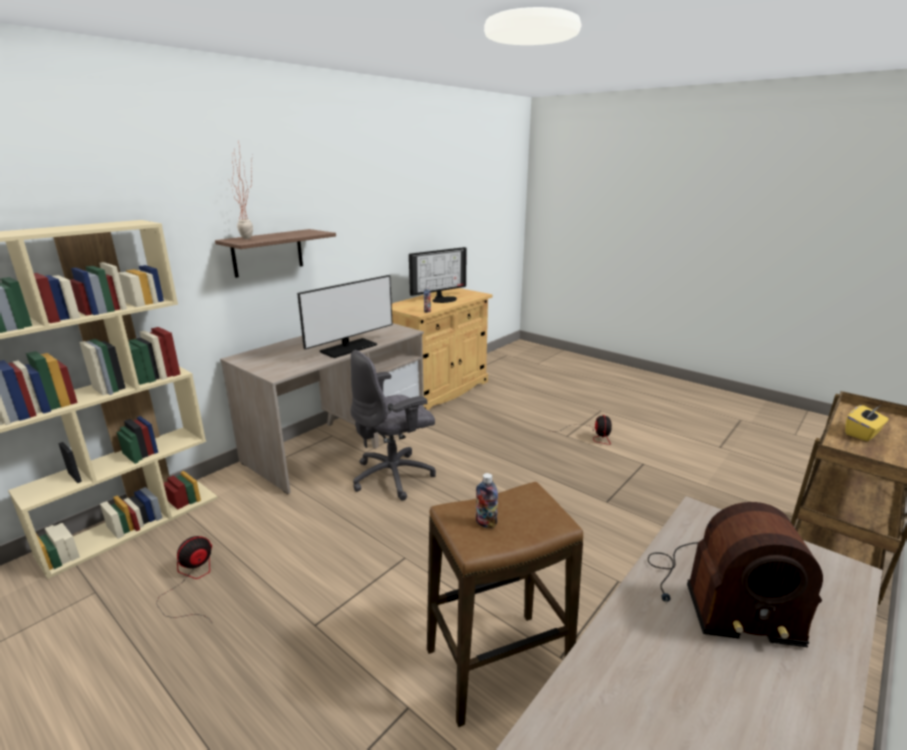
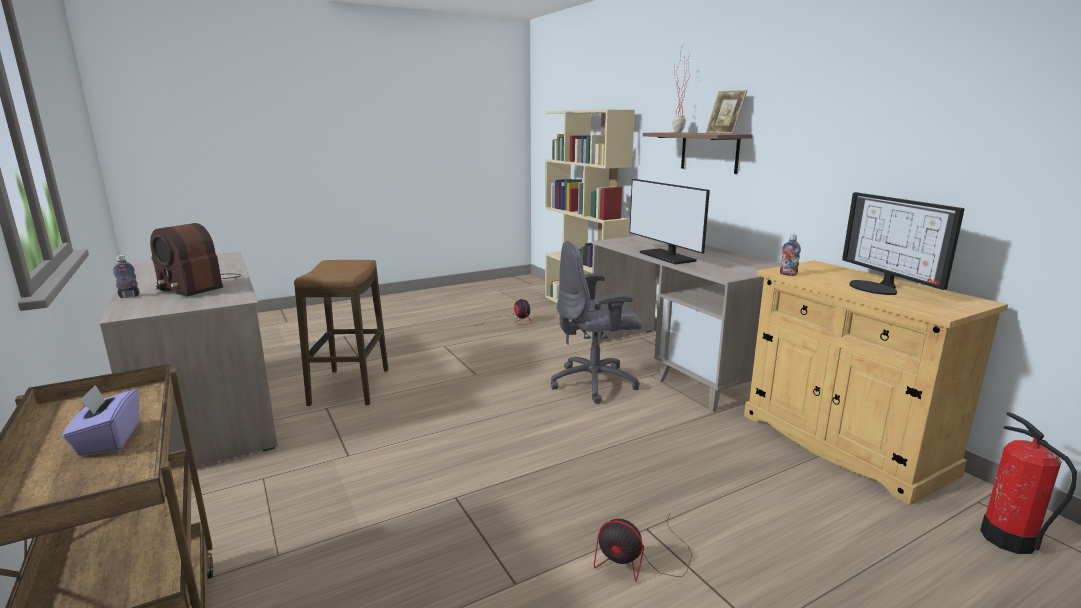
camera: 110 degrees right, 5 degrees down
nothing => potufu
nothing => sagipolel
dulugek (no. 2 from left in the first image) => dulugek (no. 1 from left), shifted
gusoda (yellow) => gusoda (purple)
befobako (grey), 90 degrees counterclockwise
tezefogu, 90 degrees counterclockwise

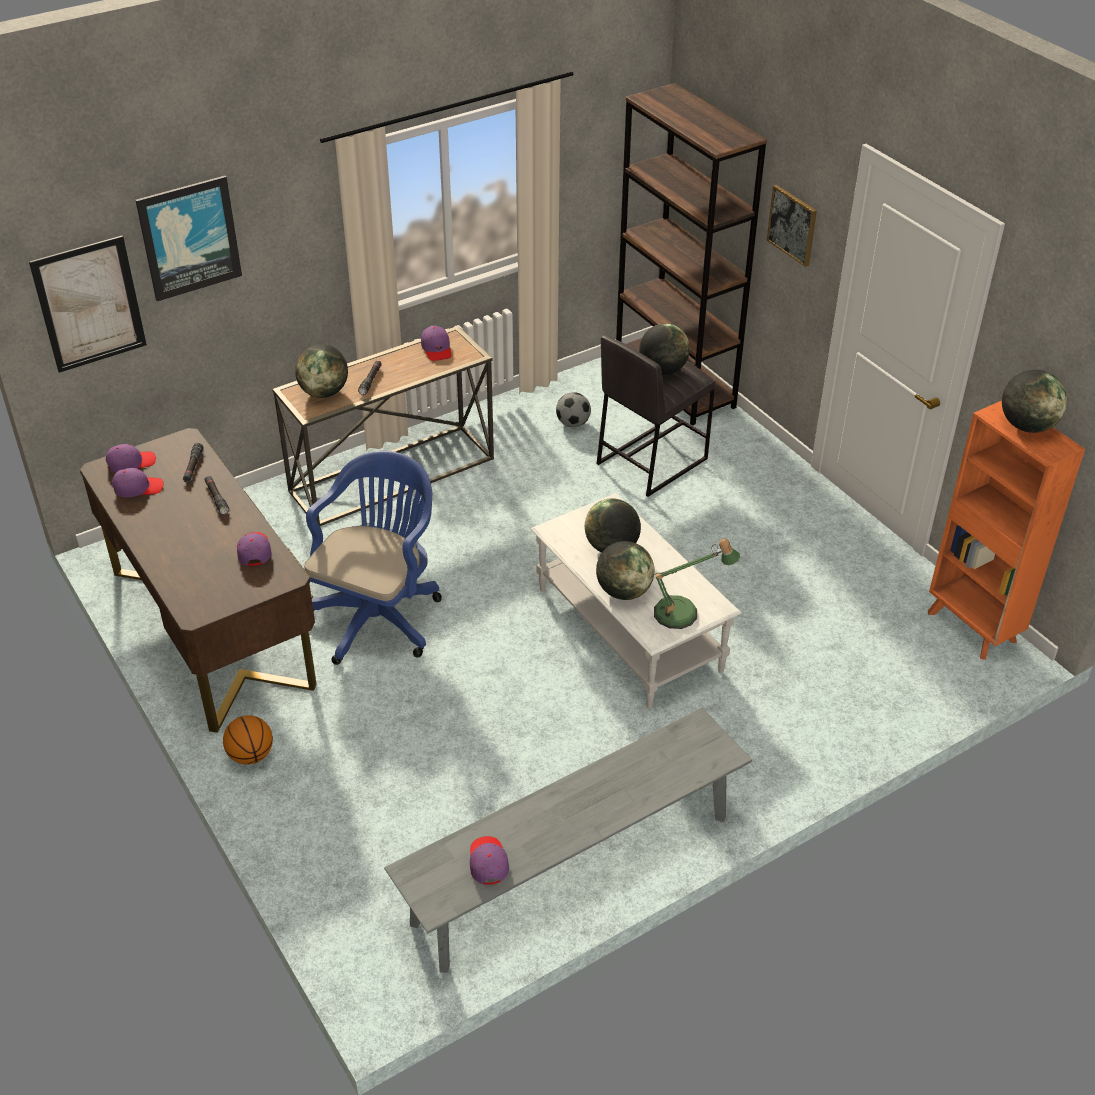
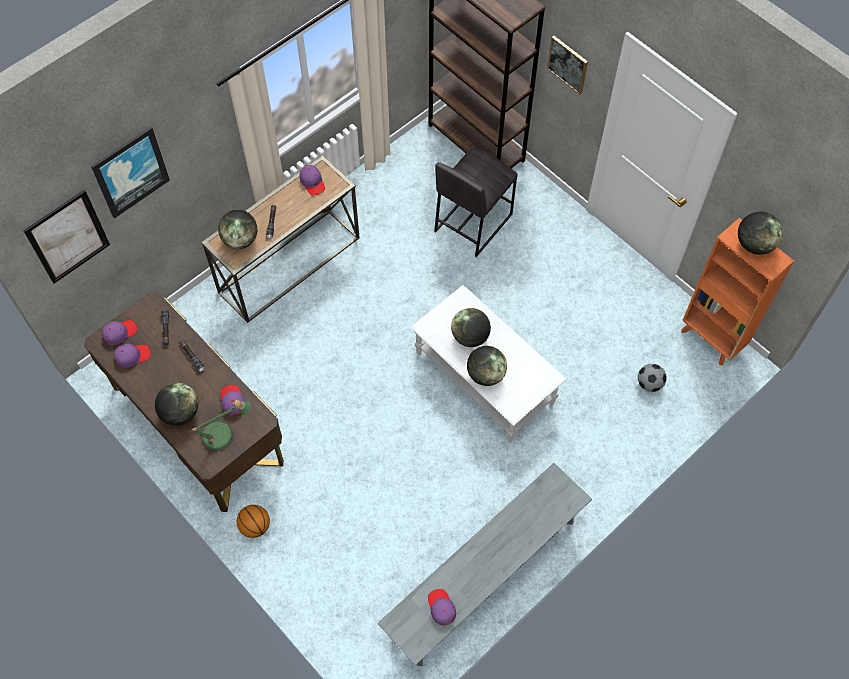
camera: 10 degrees left, 20 degrees up
befobako (blue) => nothing
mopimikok, shifted
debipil (no. 4 from left in the first image) => debipil (no. 1 from left), shifted
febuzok, shifted

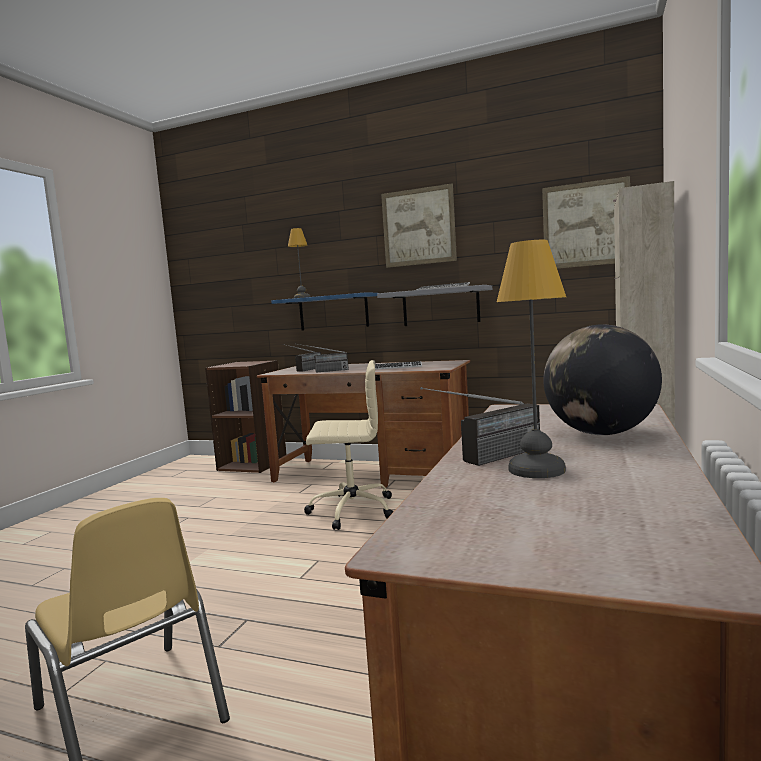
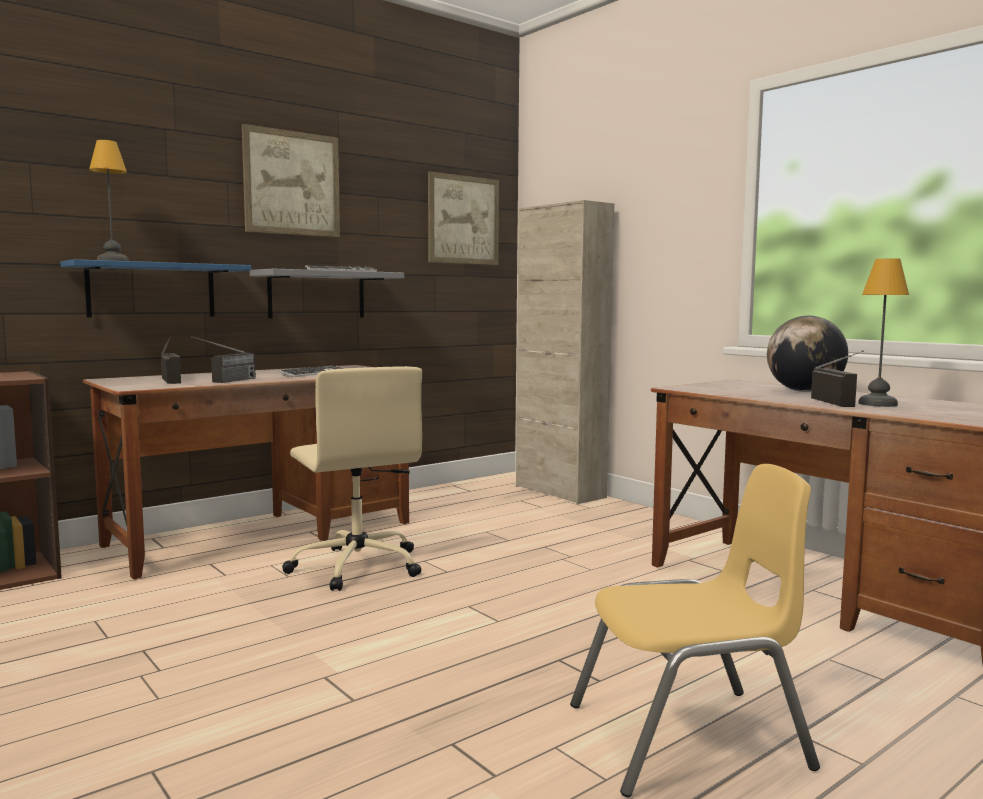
camera: 60 degrees left, 0 degrees up
befobako (beige), 120 degrees clockwise

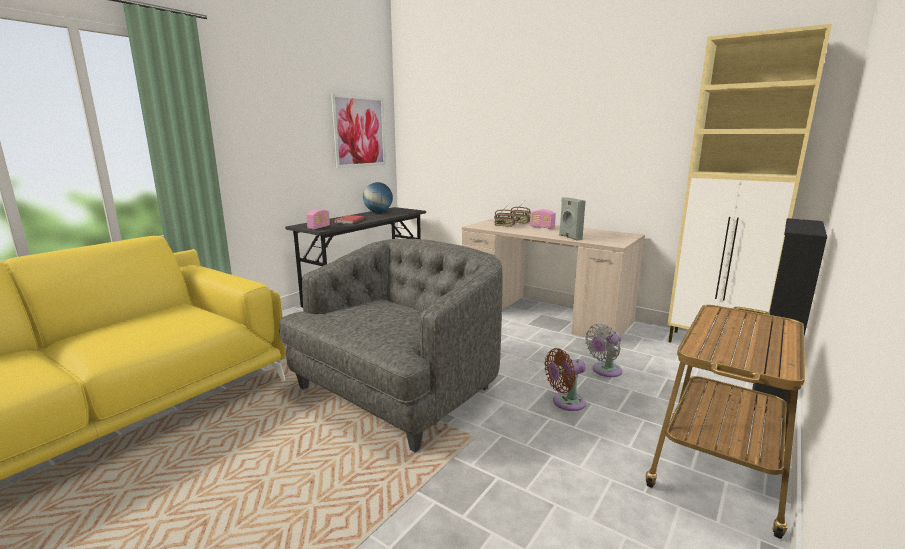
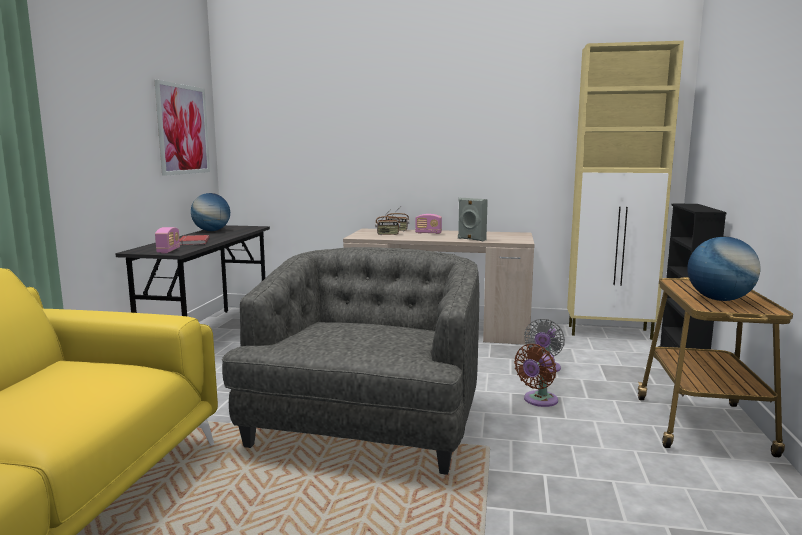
camera: 25 degrees left, 5 degrees down
nothing => debipil (no. 2 from left)

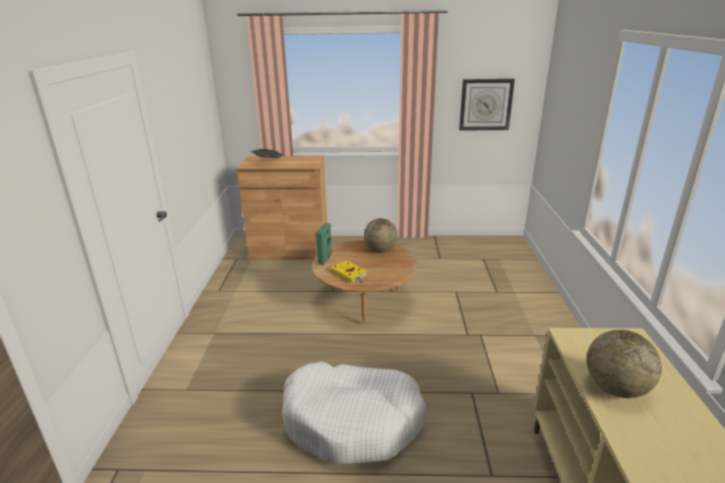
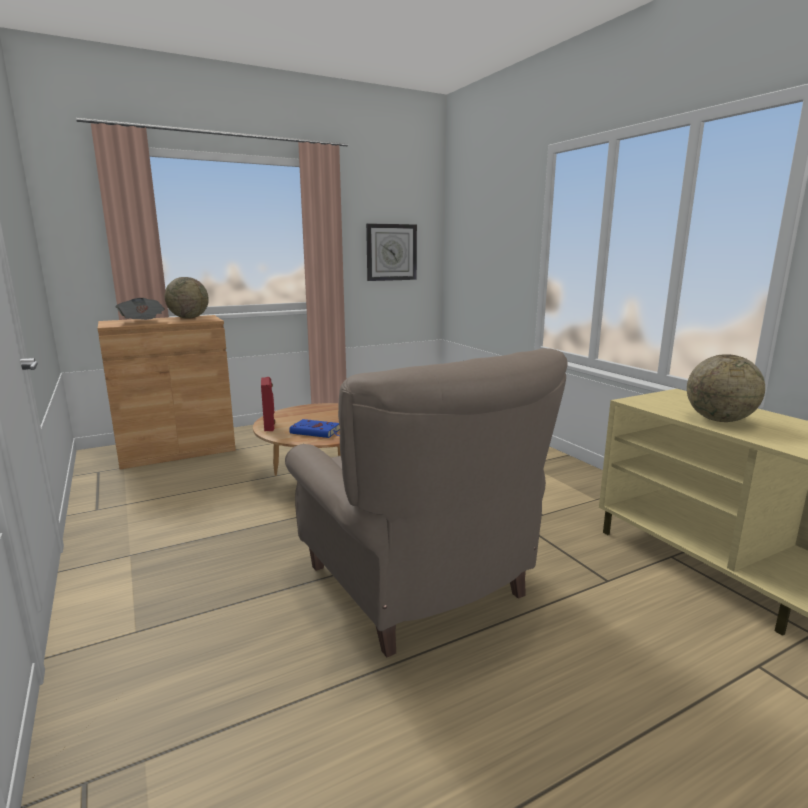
camera: 30 degrees left, 10 degrees down
debipil (no. 1 from left), shifted
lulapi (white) => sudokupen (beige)
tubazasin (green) => tubazasin (red)
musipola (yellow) => musipola (blue)

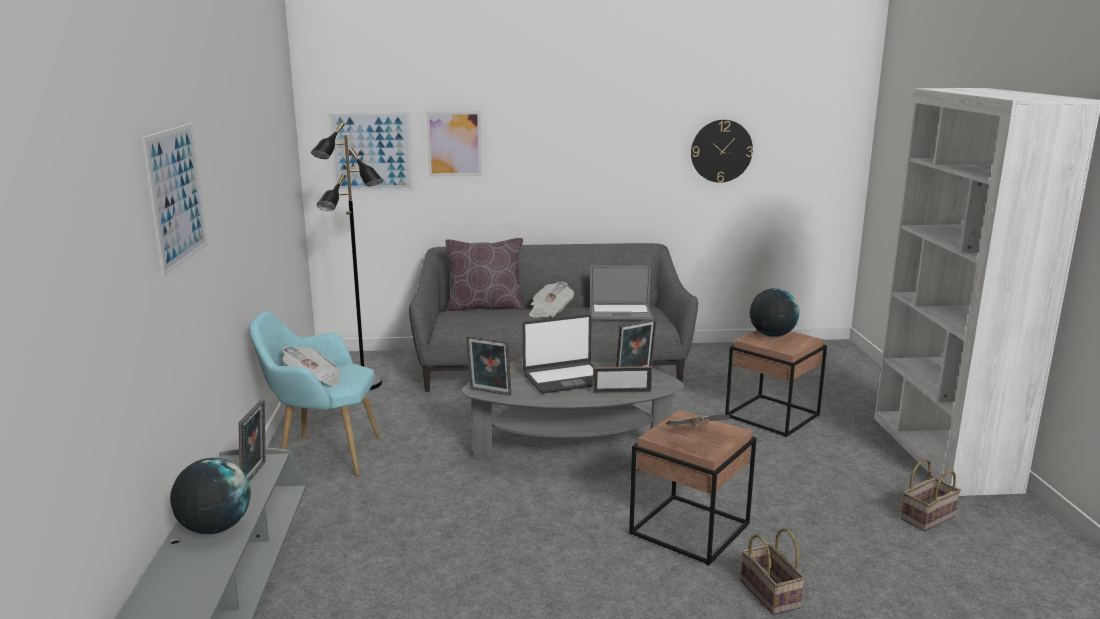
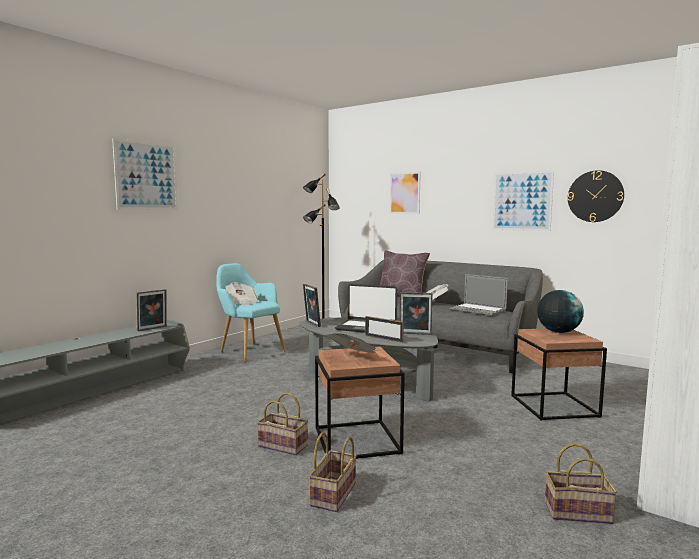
camera: 40 degrees right, 10 degrees down
debipil (no. 1 from left) => nothing
nothing => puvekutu (no. 1 from left)
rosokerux (no. 2 from left in the first image) => rosokerux (no. 3 from left), shifted

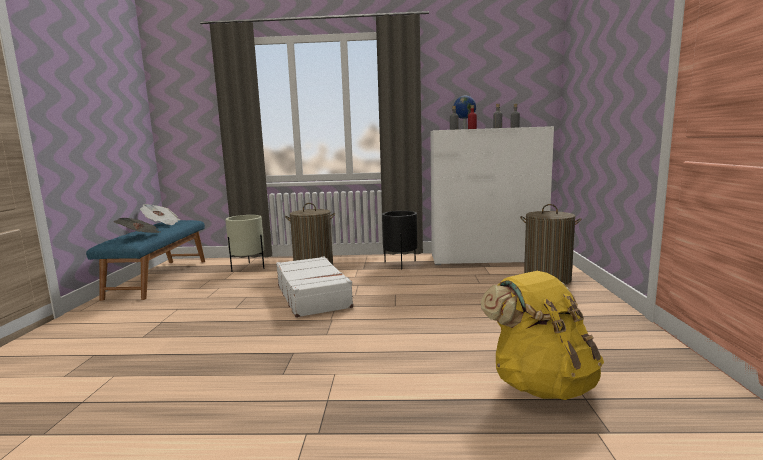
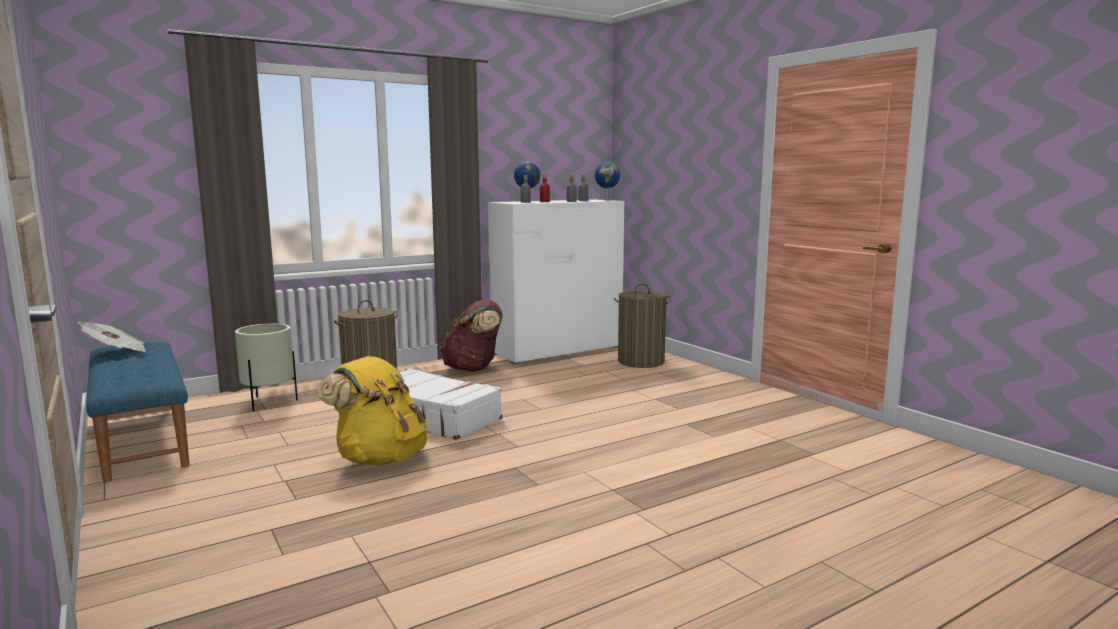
camera: 35 degrees left, 0 degrees up
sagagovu (no. 1 from left) => nothing
nothing => debipil (no. 2 from left)
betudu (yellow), shifted
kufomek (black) => betudu (brown)

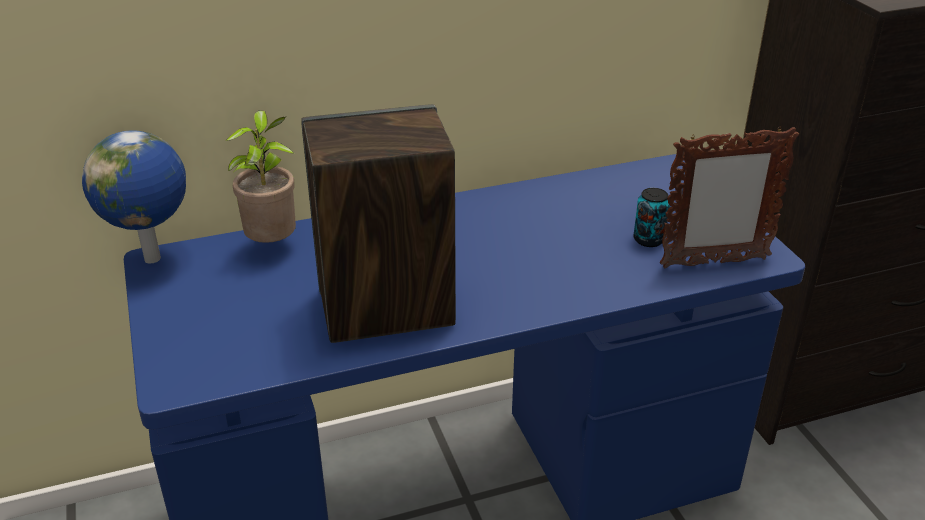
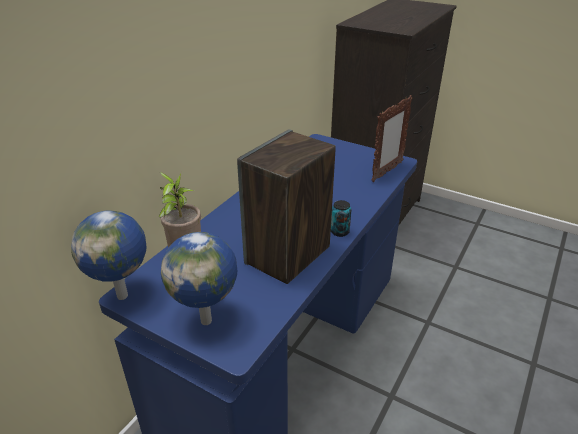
camera: 40 degrees left, 0 degrees up
nothing => debipil (no. 2 from left)
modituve, shifted

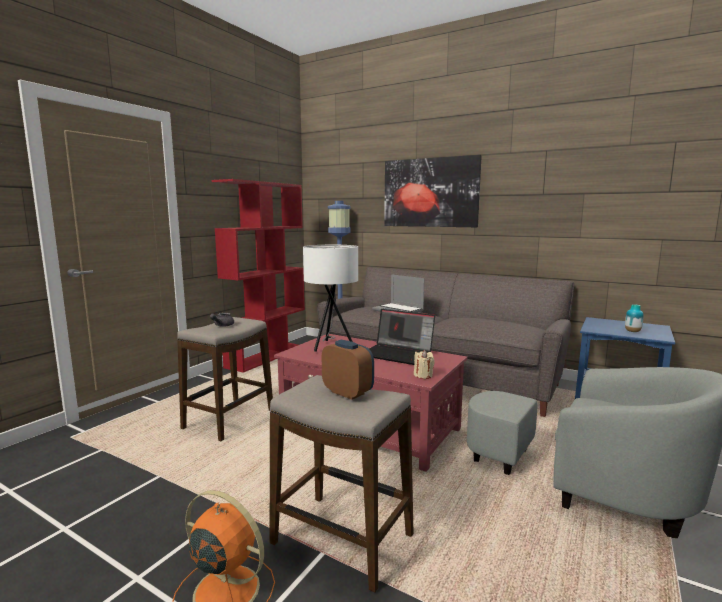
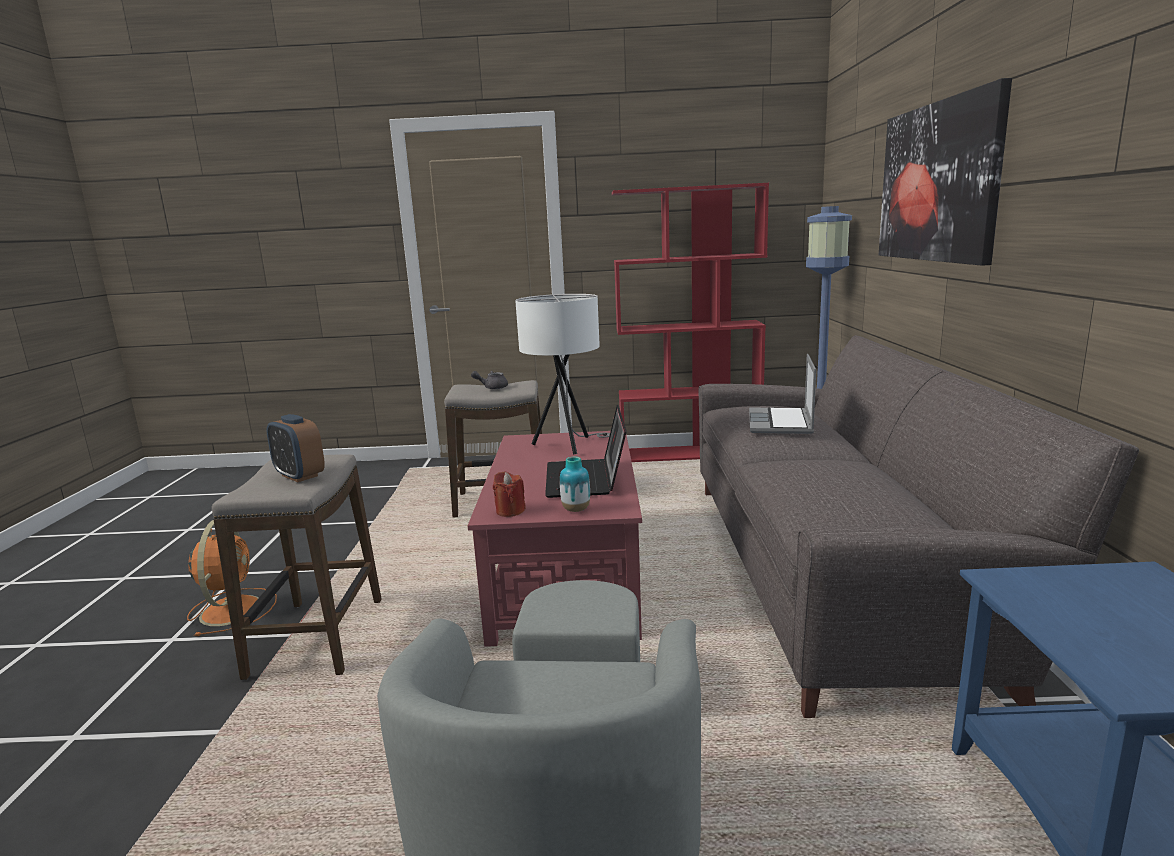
camera: 60 degrees right, 5 degrees up
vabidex, shifted
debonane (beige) => debonane (red)
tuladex, 120 degrees clockwise

